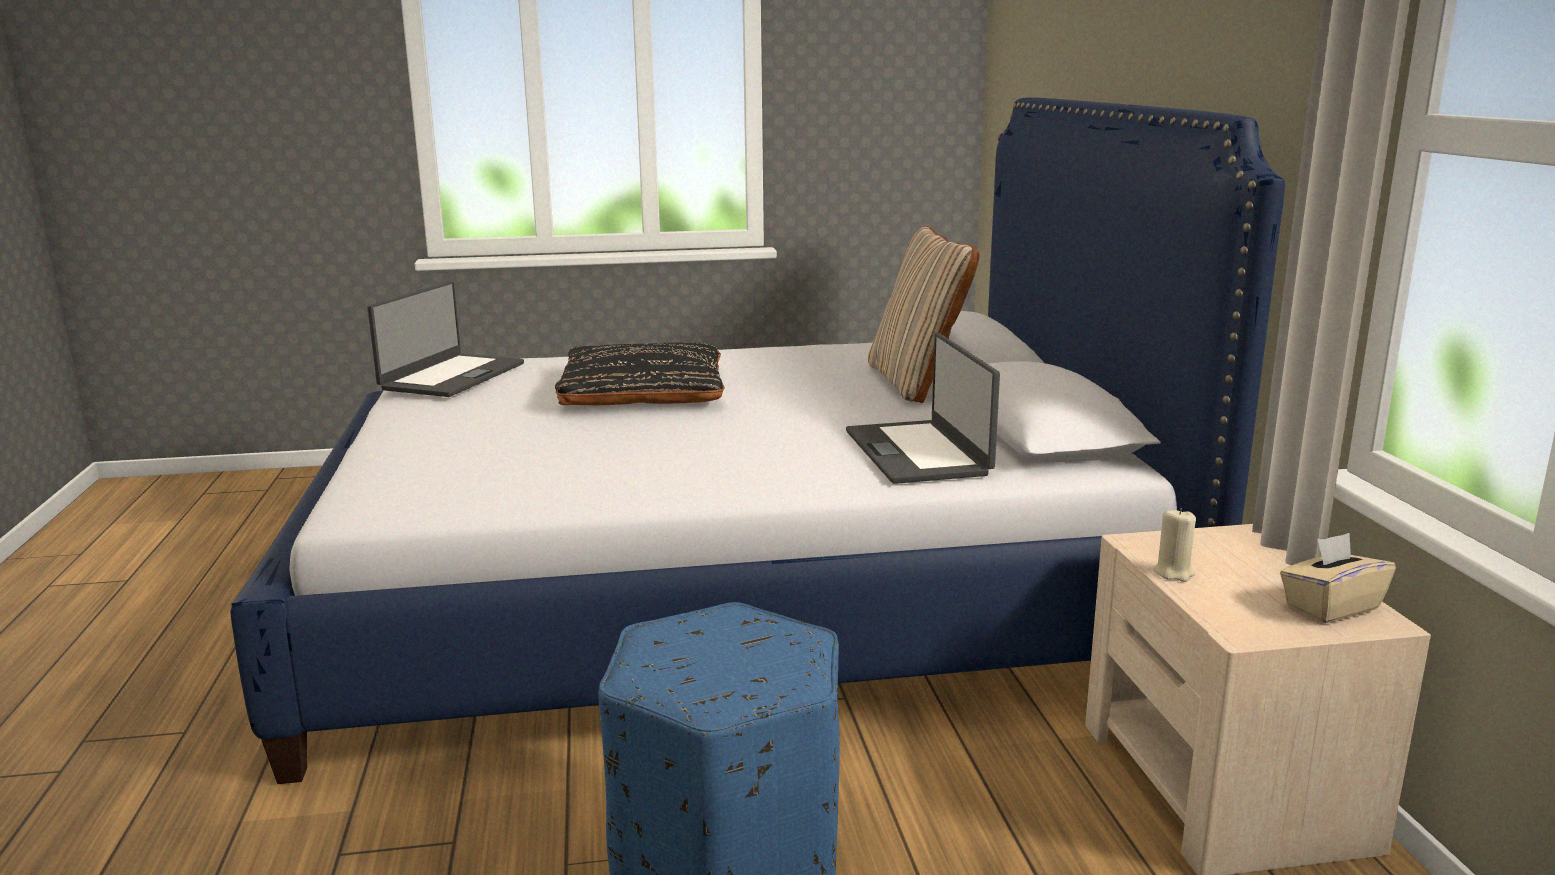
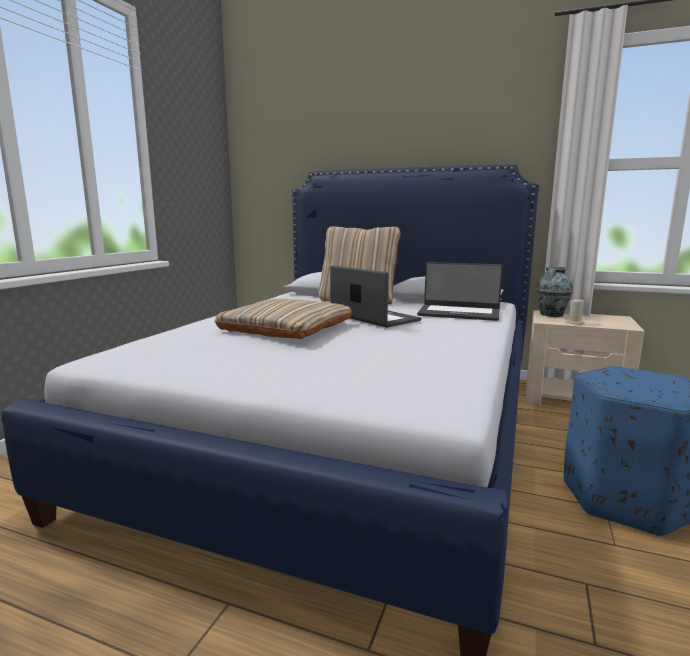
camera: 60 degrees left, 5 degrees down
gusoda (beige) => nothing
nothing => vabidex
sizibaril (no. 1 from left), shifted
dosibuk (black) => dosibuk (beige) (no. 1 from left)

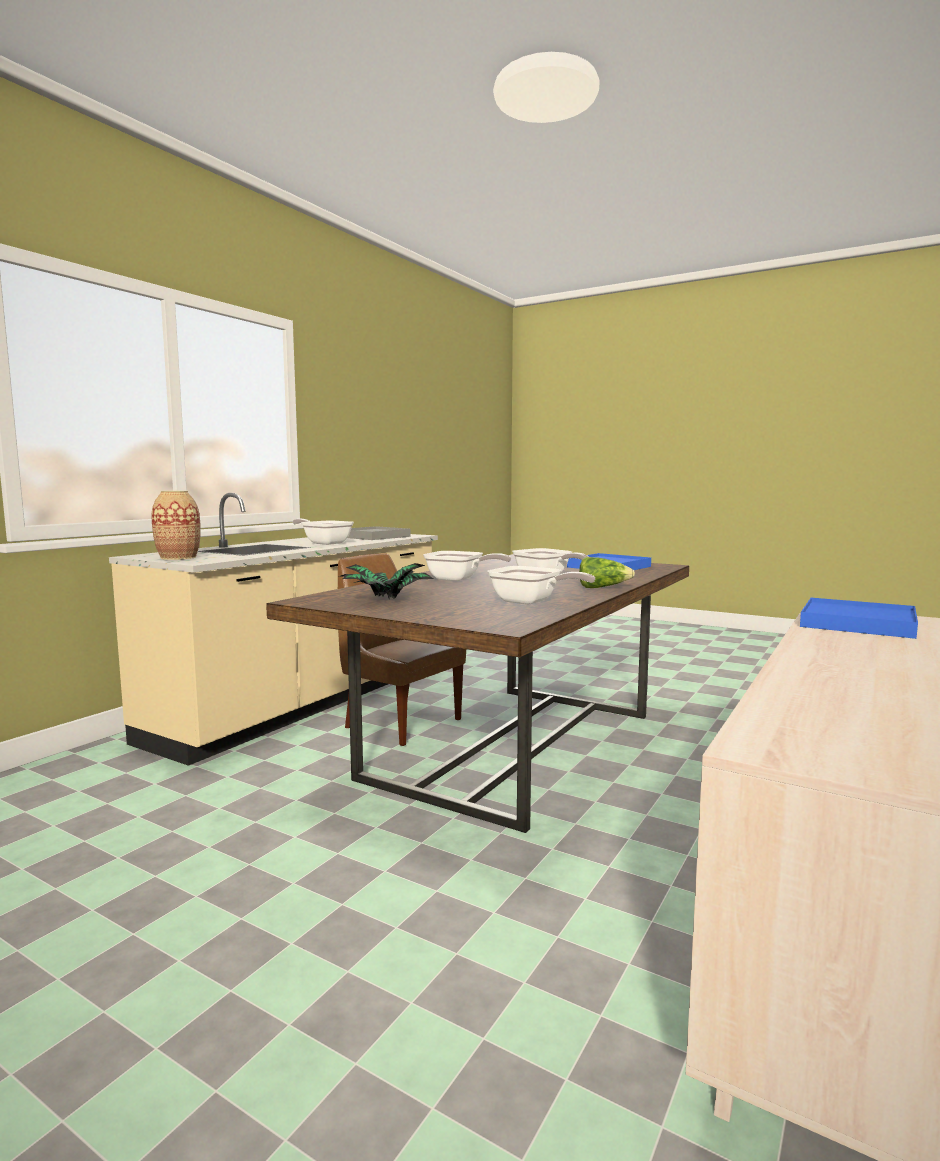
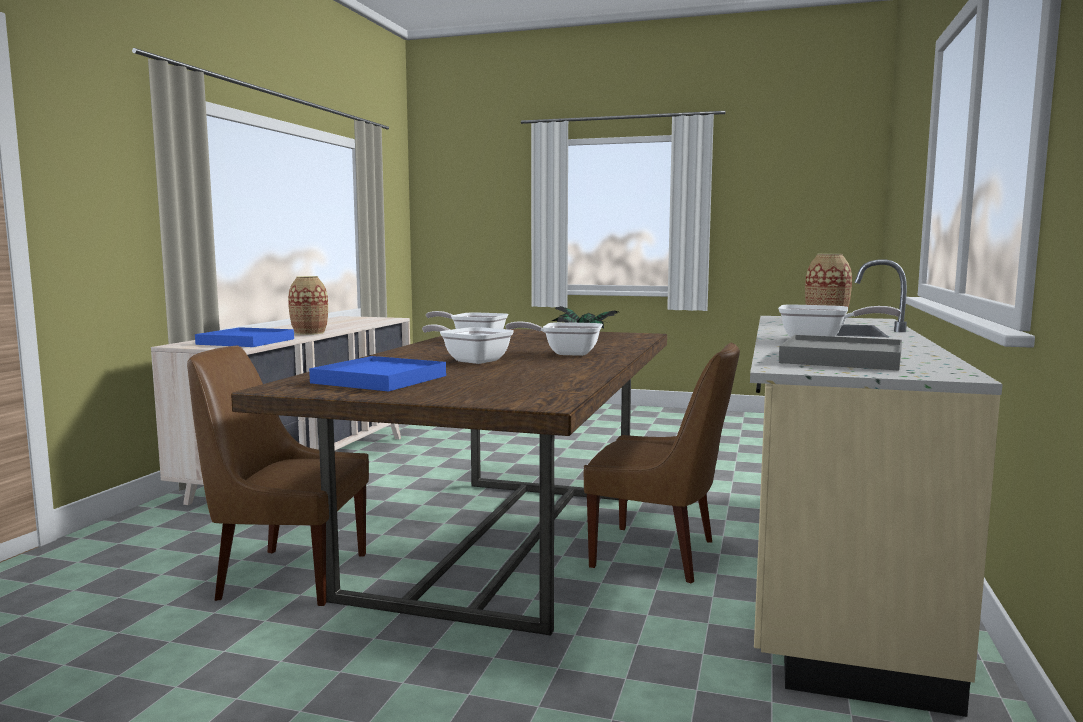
camera: 165 degrees right, 0 degrees up
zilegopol => nothing
nothing => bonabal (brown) (no. 1 from left)
nothing => vabidex (no. 1 from left)

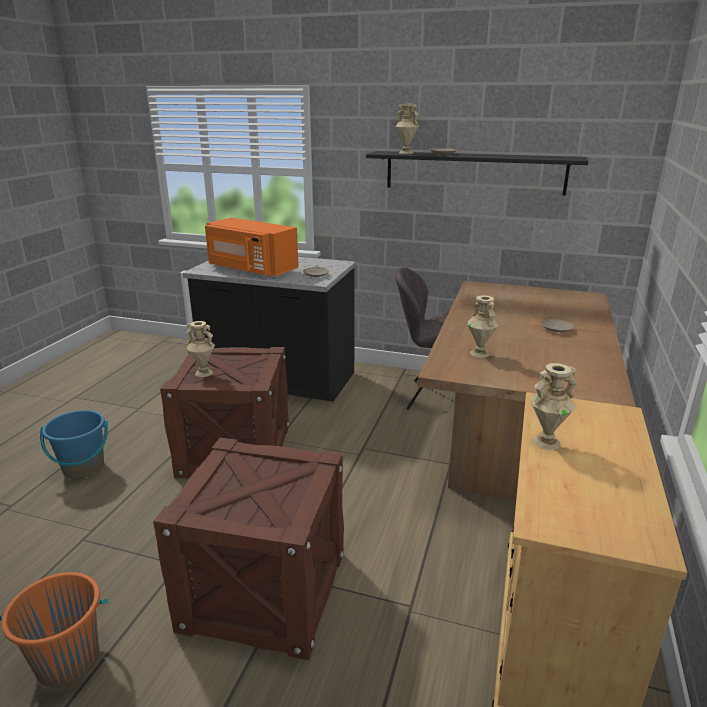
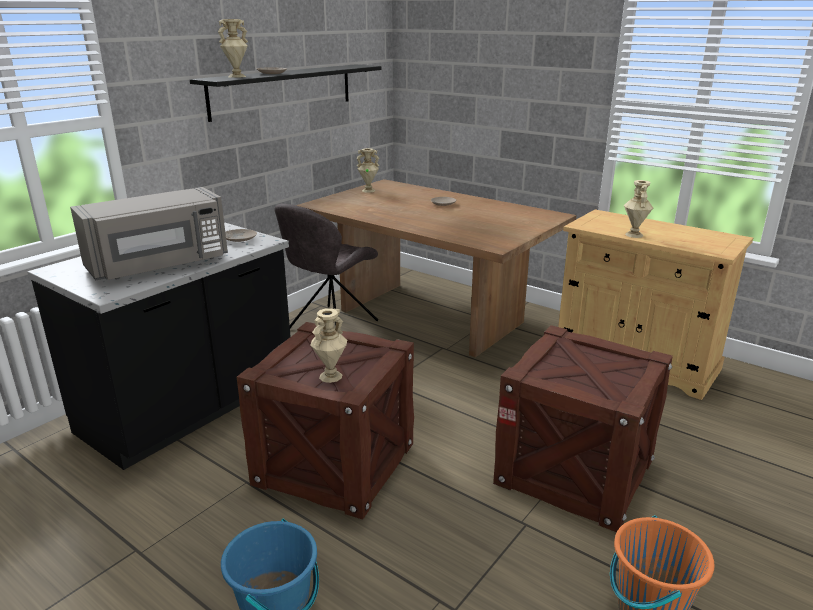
camera: 70 degrees left, 0 degrees up
vabidex (beige) (no. 3 from left), shifted
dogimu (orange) => dogimu (grey)

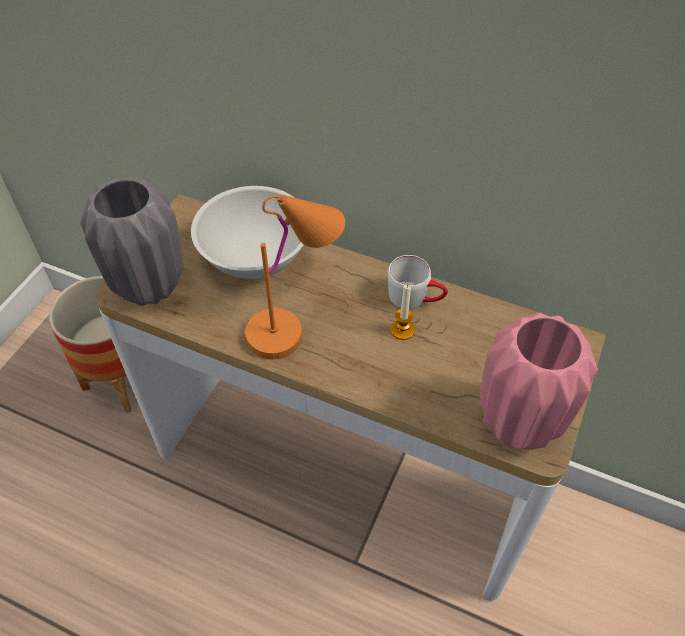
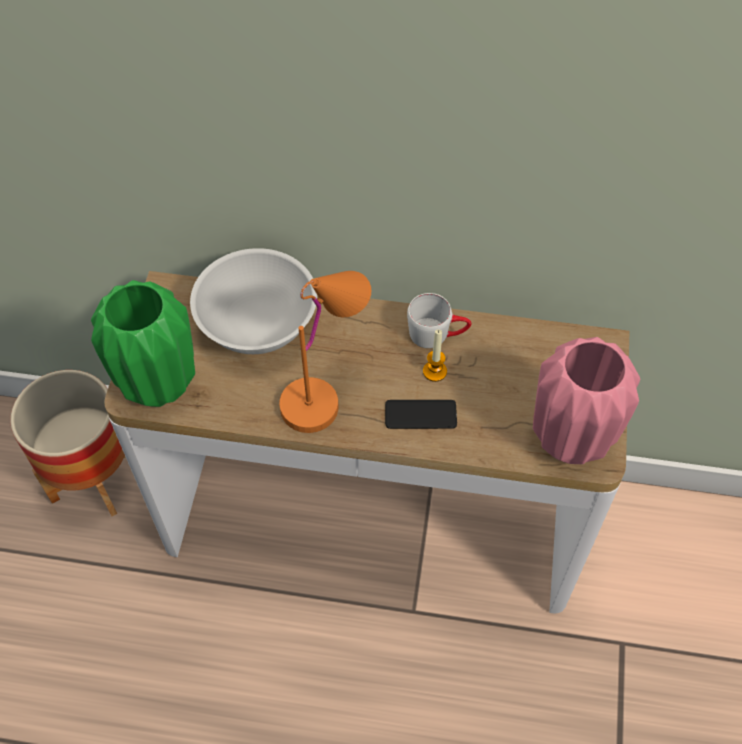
camera: 15 degrees left, 5 degrees up
nothing => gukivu
vabidex (grey) => vabidex (green)

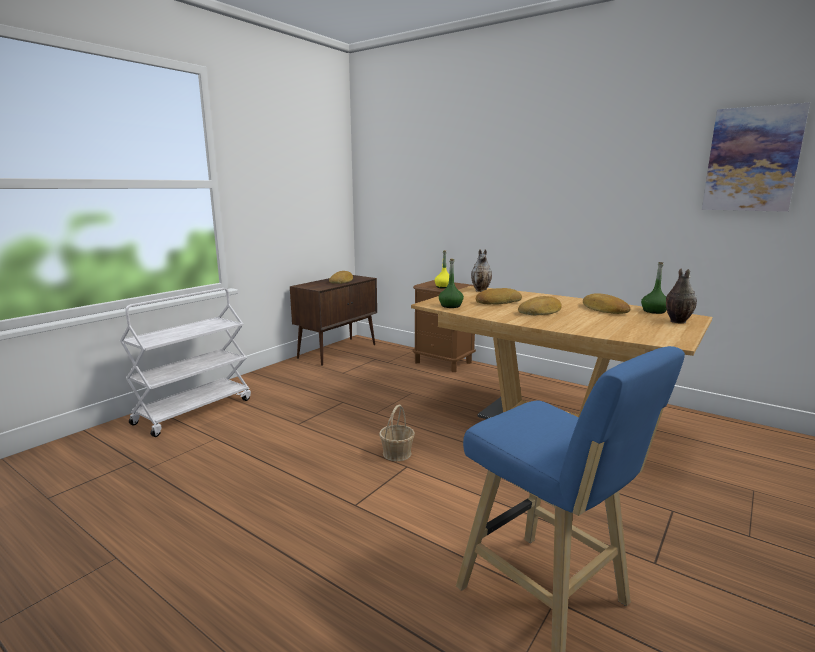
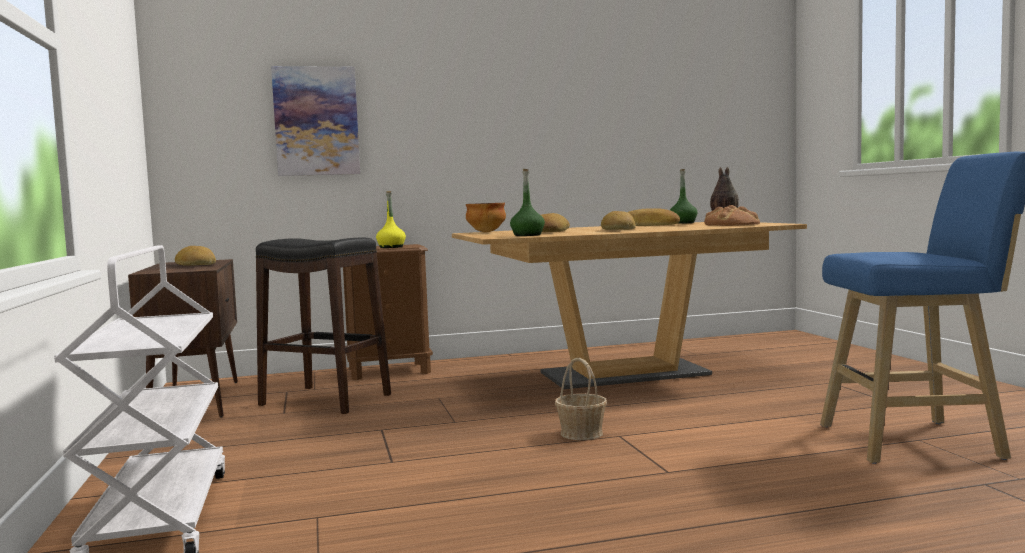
camera: 50 degrees left, 10 degrees down
nothing => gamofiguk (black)
nothing => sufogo (no. 5 from left)
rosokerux, shifted
vabidex (no. 1 from left) => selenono

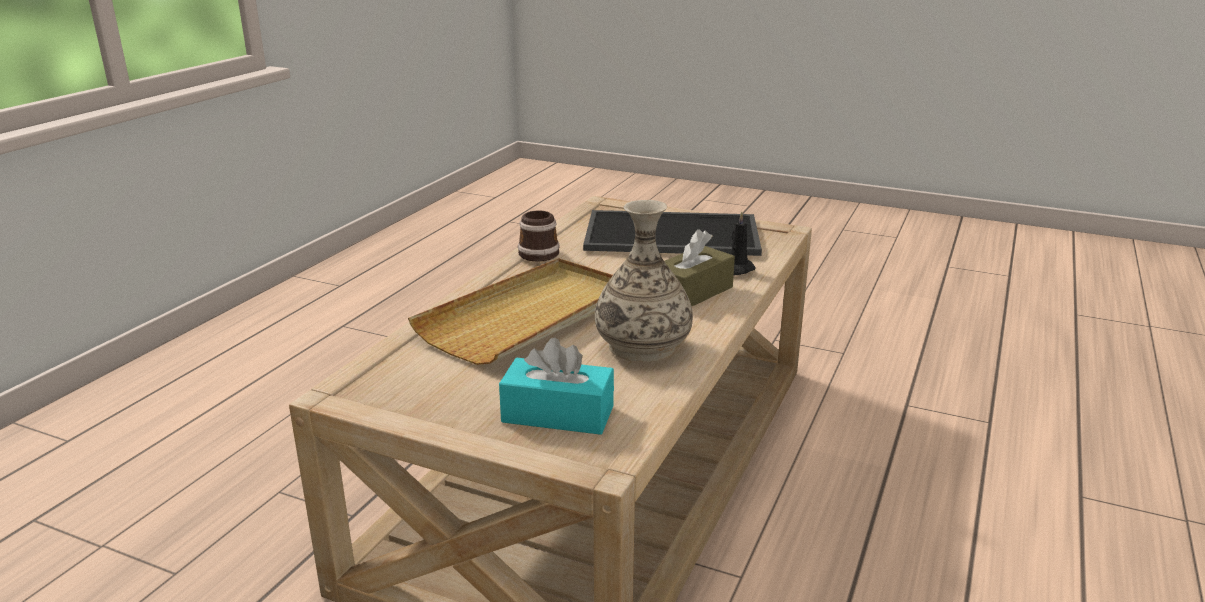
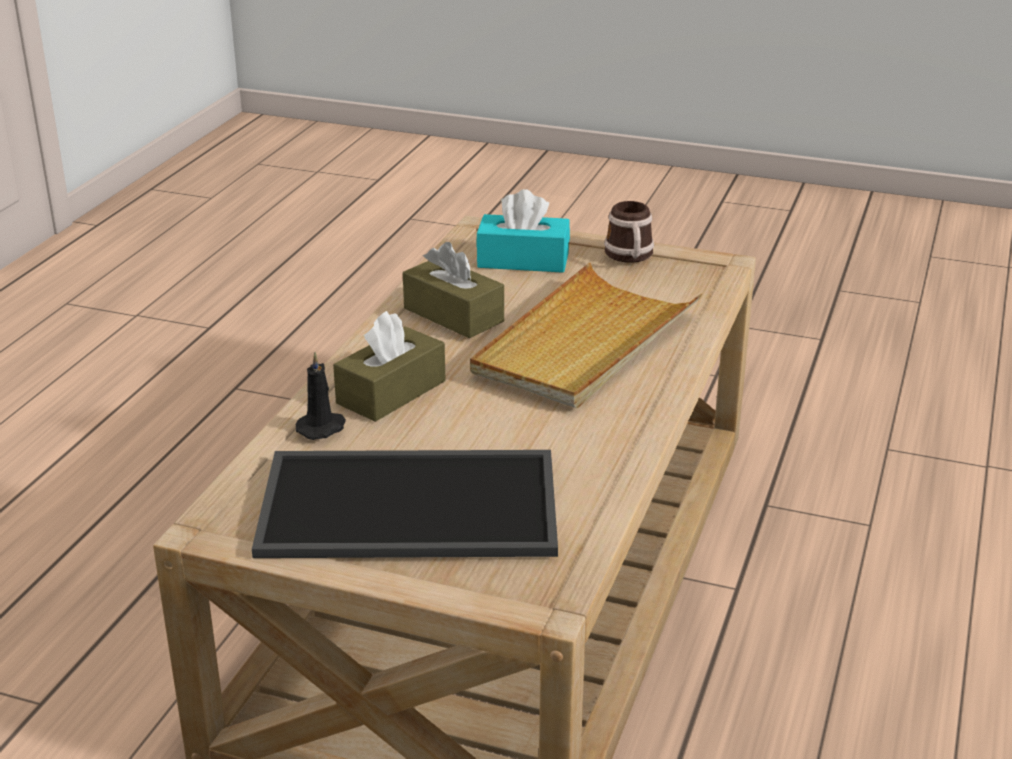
camera: 175 degrees right, 5 degrees up
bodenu, shifted
vabidex => gusoda (brown) (no. 2 from left)

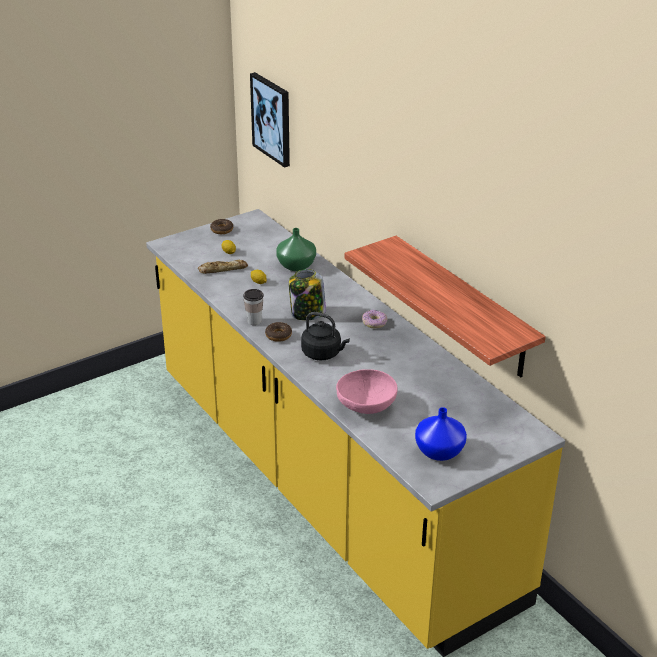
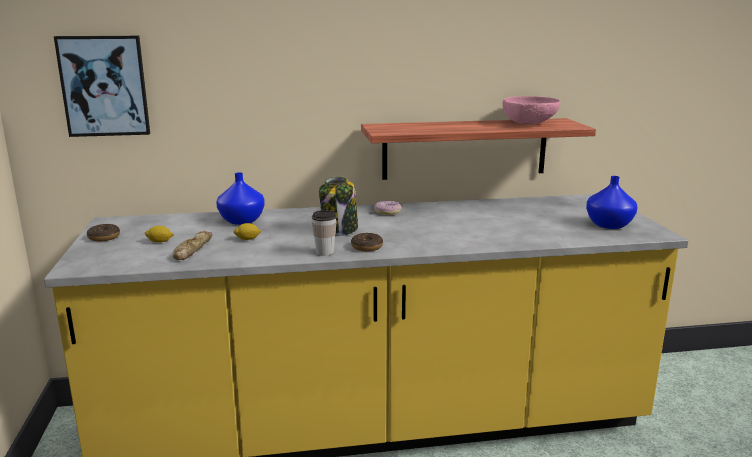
camera: 65 degrees left, 15 degrees down
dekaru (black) => nothing
selenono (pink), shifted
vabidex (green) => vabidex (blue) (no. 1 from left)

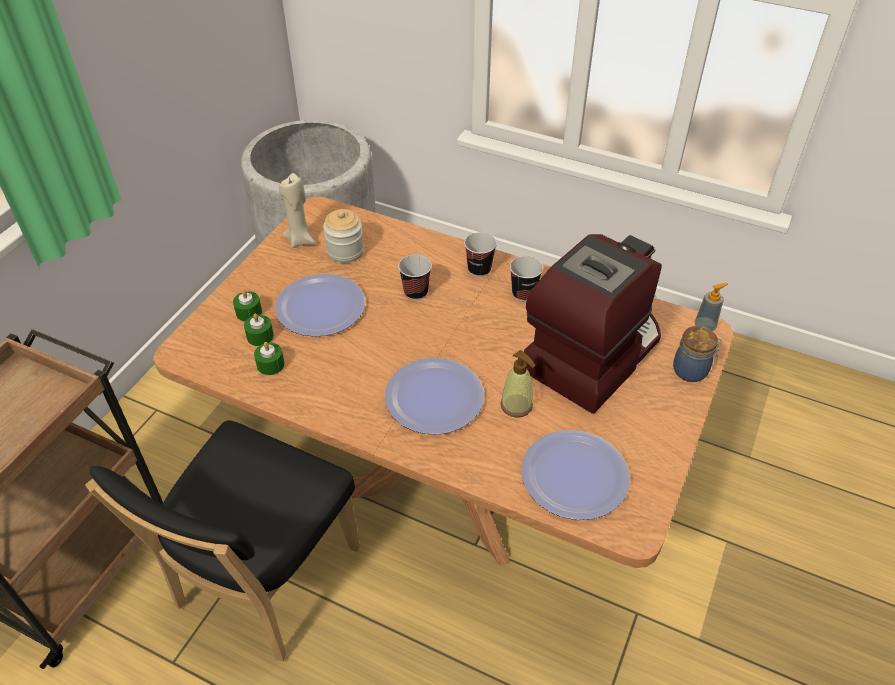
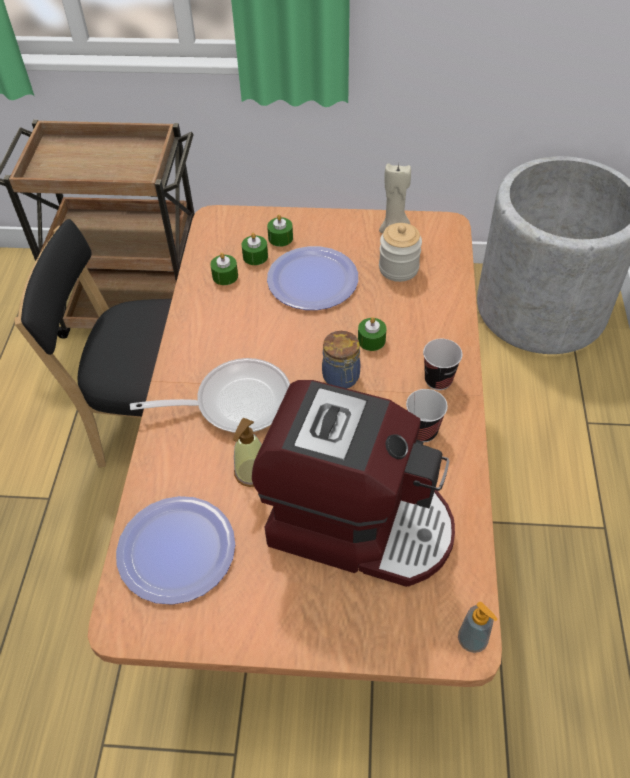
camera: 70 degrees right, 5 degrees up
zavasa (no. 2 from left in the first image) => zavasa (no. 1 from left), shifted
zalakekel (no. 2 from left) => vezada
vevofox (no. 1 from left) => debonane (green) (no. 4 from left)

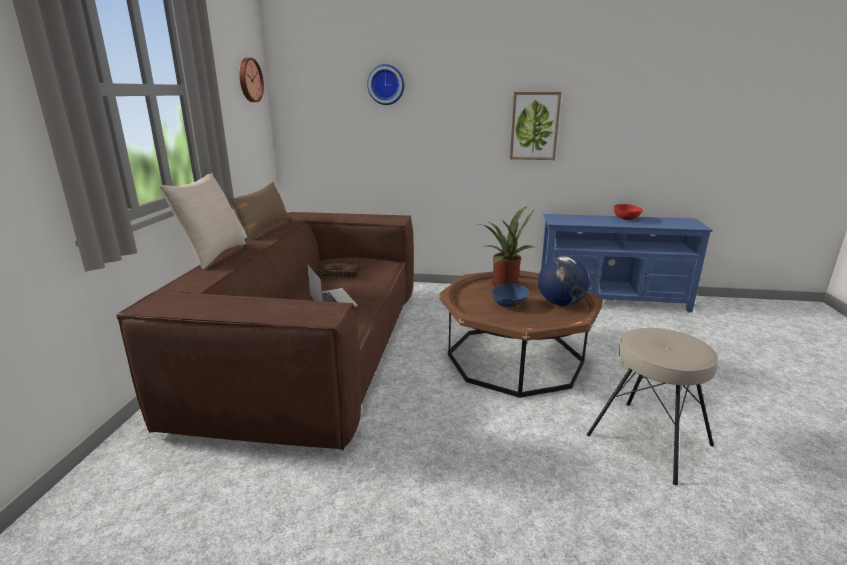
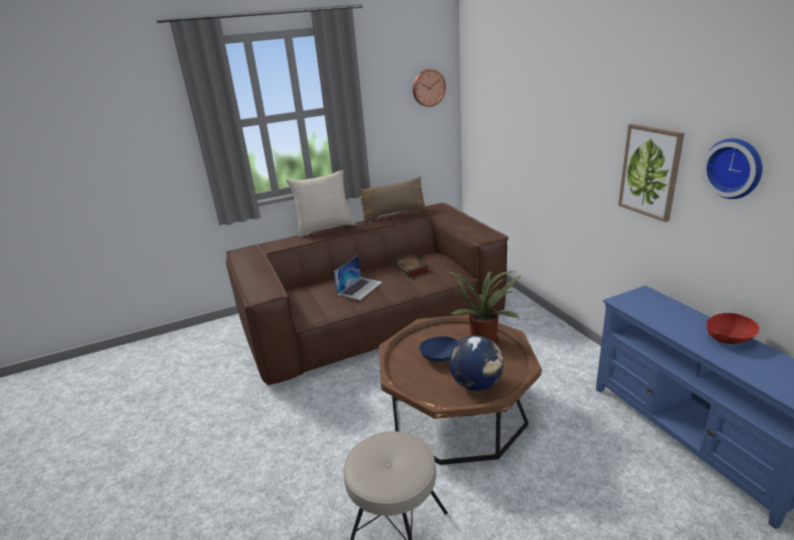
camera: 60 degrees right, 5 degrees up
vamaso (no. 2 from left), shifted

